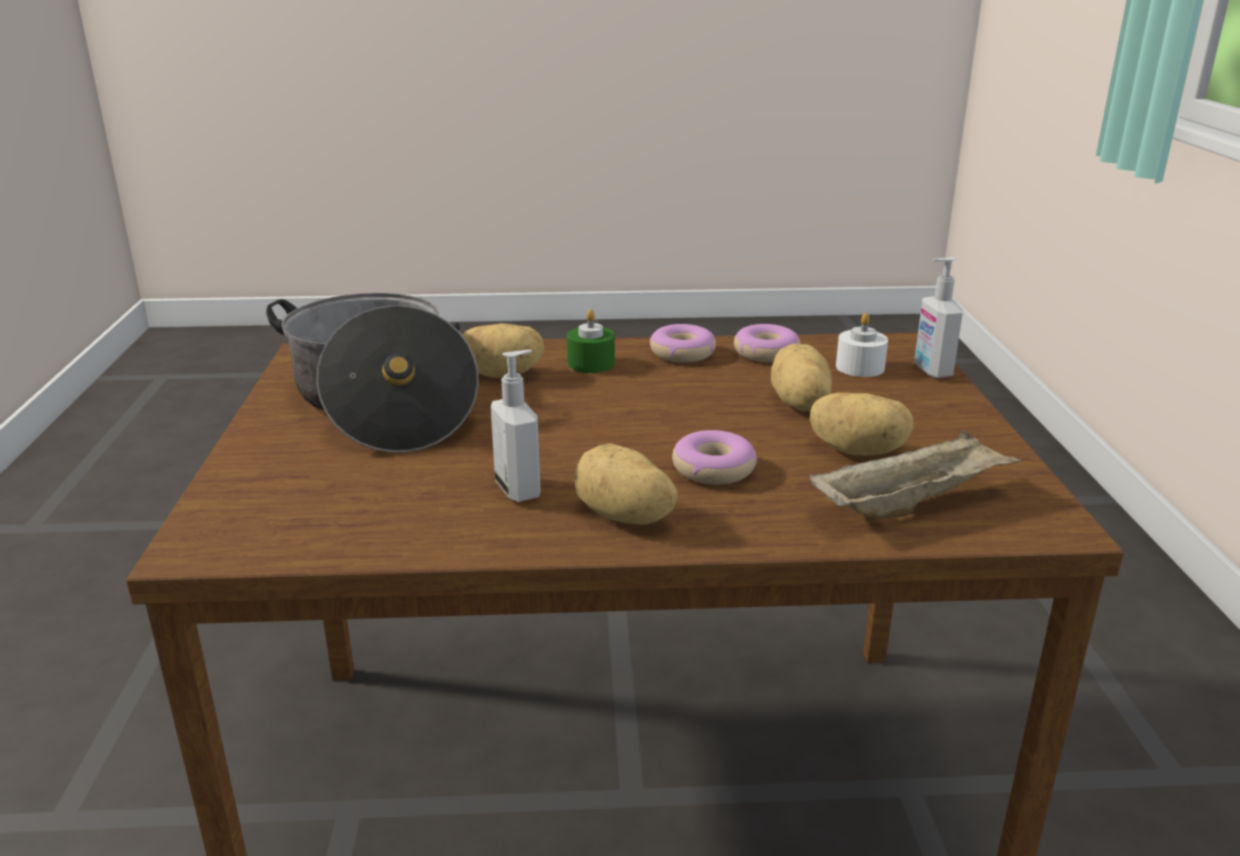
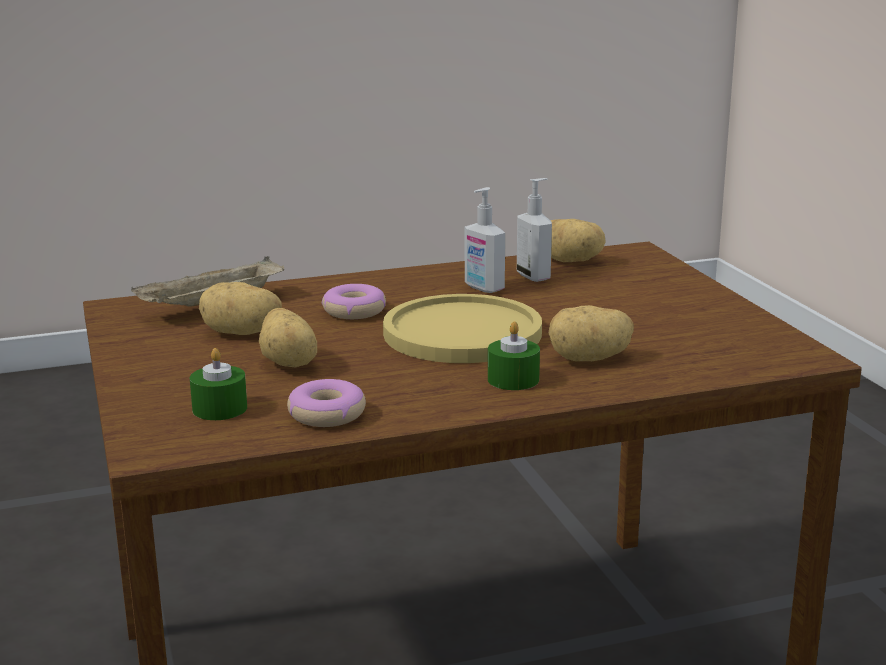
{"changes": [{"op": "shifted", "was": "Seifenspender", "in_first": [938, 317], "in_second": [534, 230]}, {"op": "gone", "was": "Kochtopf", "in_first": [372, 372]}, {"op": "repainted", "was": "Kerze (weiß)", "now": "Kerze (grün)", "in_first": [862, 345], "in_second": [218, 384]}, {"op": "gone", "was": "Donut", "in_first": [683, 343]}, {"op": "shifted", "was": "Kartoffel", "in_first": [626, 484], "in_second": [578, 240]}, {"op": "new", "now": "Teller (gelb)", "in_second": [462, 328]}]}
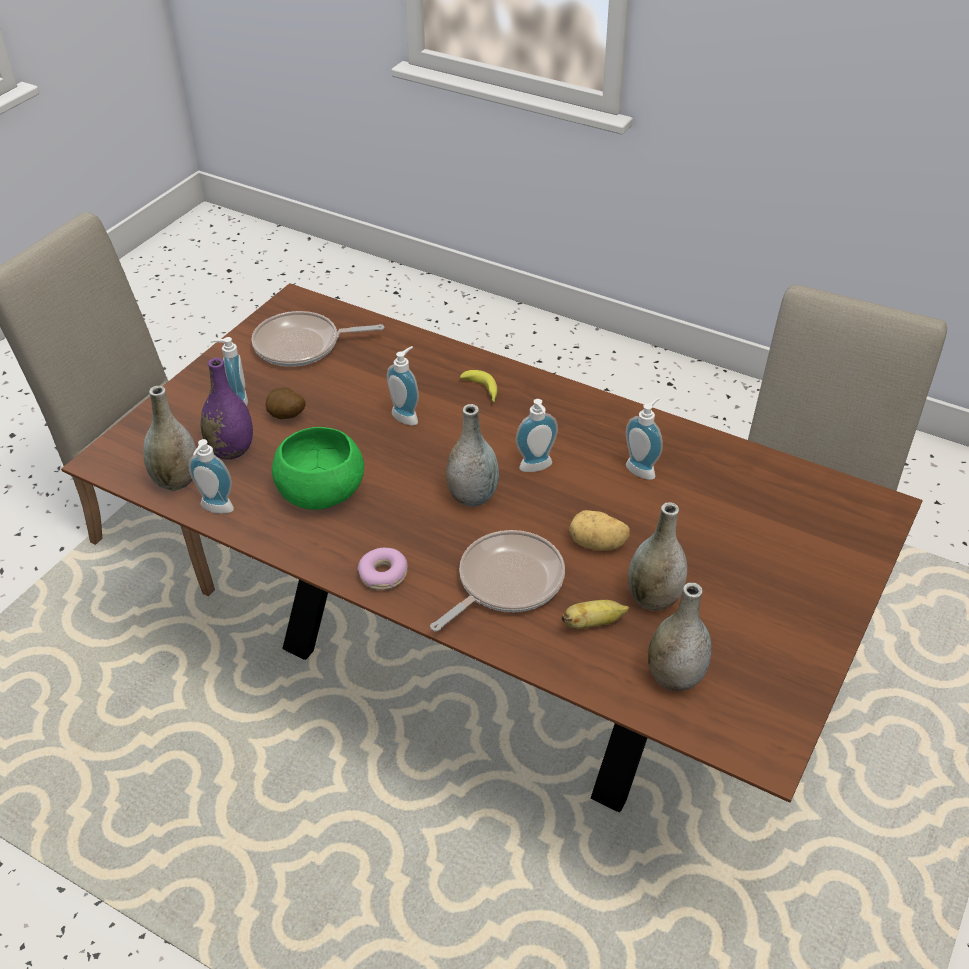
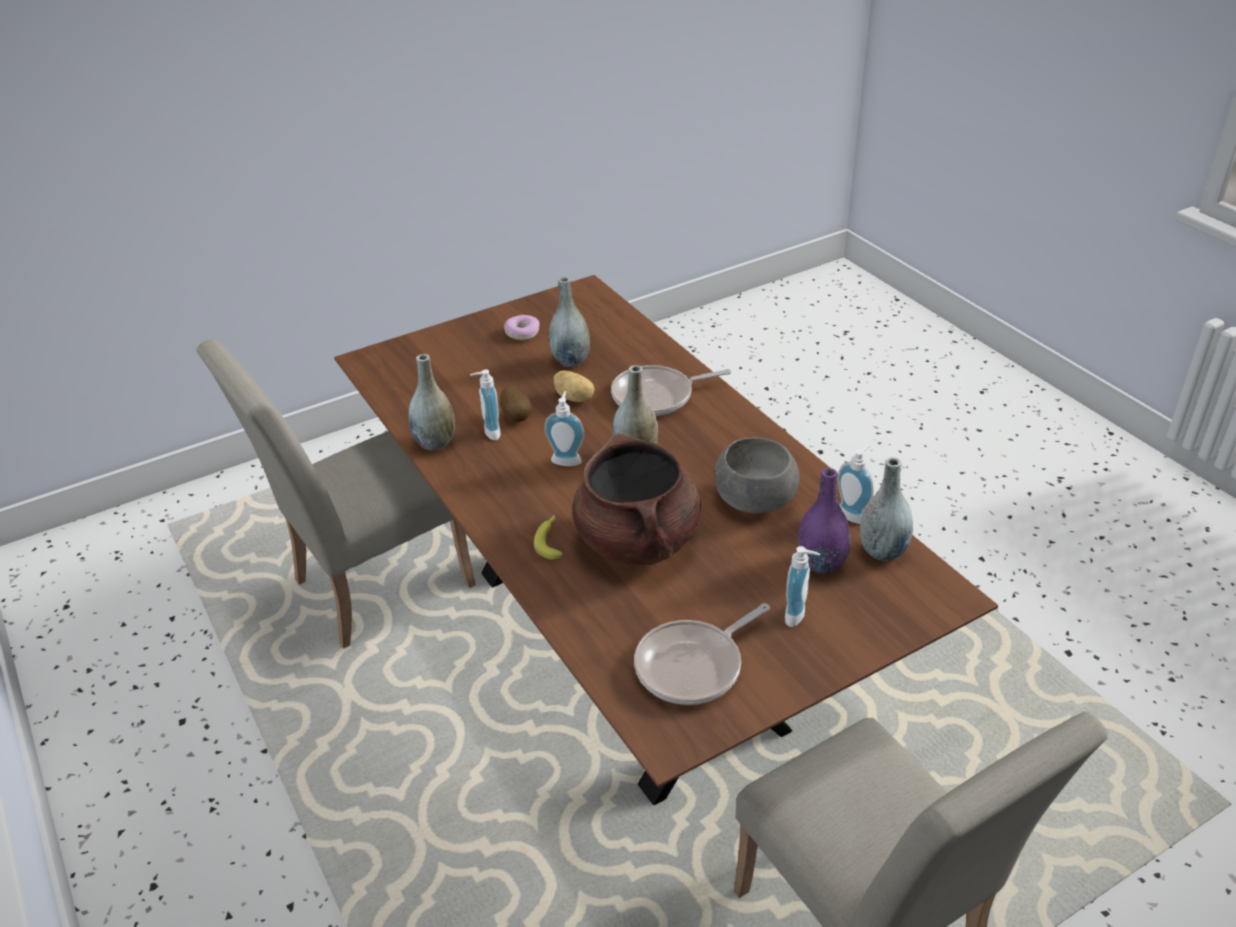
{"changes": [{"op": "rotated", "was": "Pfanne", "in_first": [318, 339], "in_second": [702, 654], "clockwise": 120}, {"op": "swapped", "was": "Seifenspender", "now": "Kochtopf (braun)", "in_first": [403, 385], "in_second": [636, 499]}, {"op": "shifted", "was": "Kartoffel", "in_first": [285, 403], "in_second": [516, 404]}, {"op": "repainted", "was": "Schüssel (grün)", "now": "Schüssel (grau)", "in_first": [318, 468], "in_second": [757, 475]}, {"op": "shifted", "was": "Donut", "in_first": [382, 569], "in_second": [522, 327]}, {"op": "shifted", "was": "Vase (grau)", "in_first": [679, 637], "in_second": [432, 402]}, {"op": "gone", "was": "Banane", "in_first": [595, 614]}]}
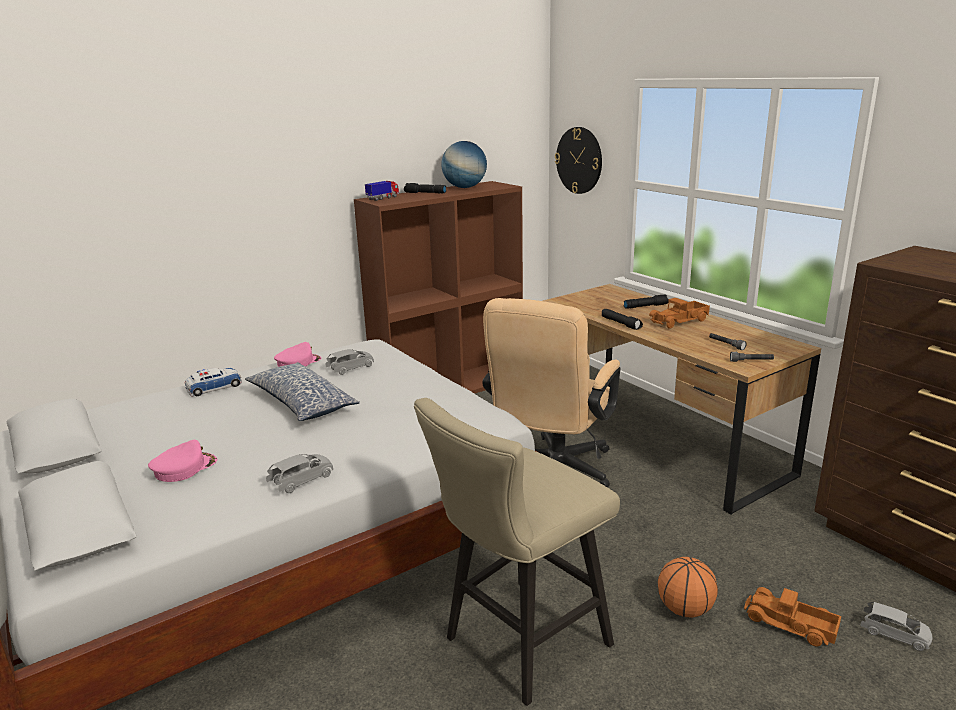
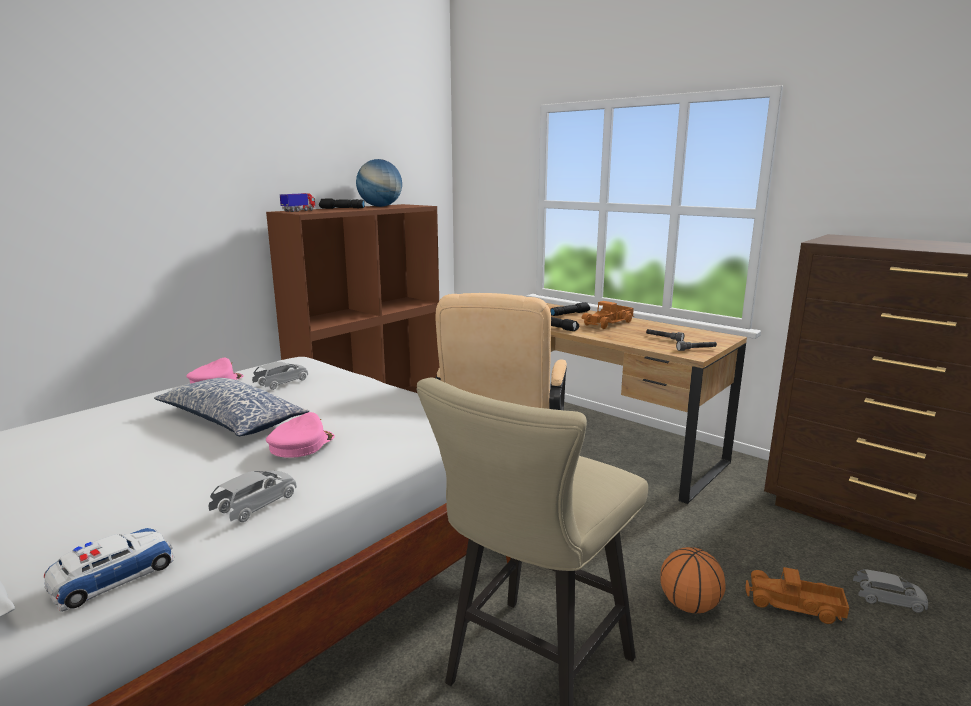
{"changes": [{"op": "gone", "was": "Wanduhr", "in_first": [578, 160]}, {"op": "shifted", "was": "Spielzeugauto", "in_first": [213, 382], "in_second": [109, 570]}, {"op": "shifted", "was": "Kappe (rosa)", "in_first": [182, 461], "in_second": [300, 435]}]}
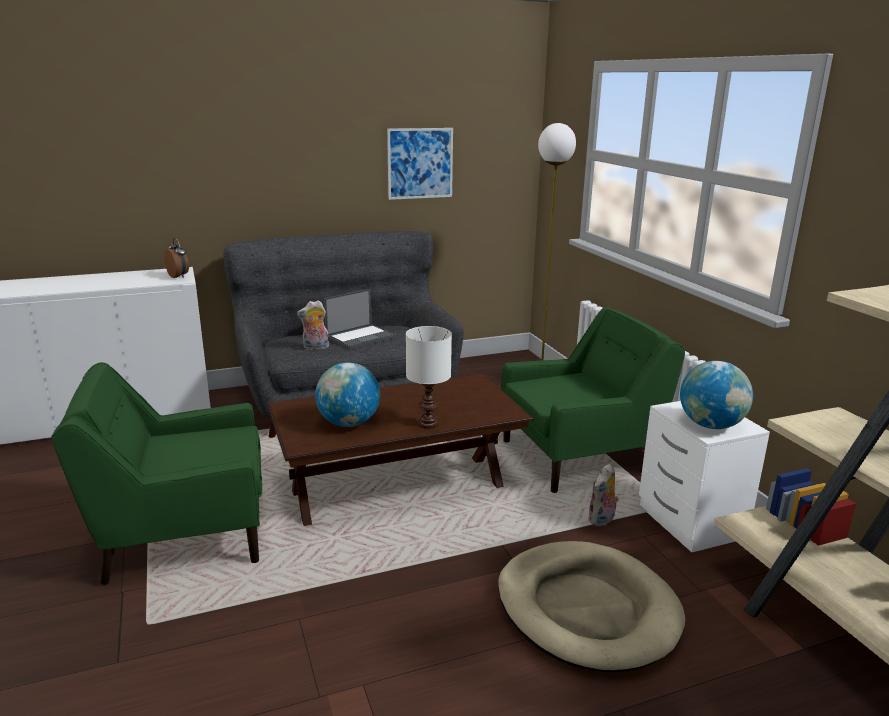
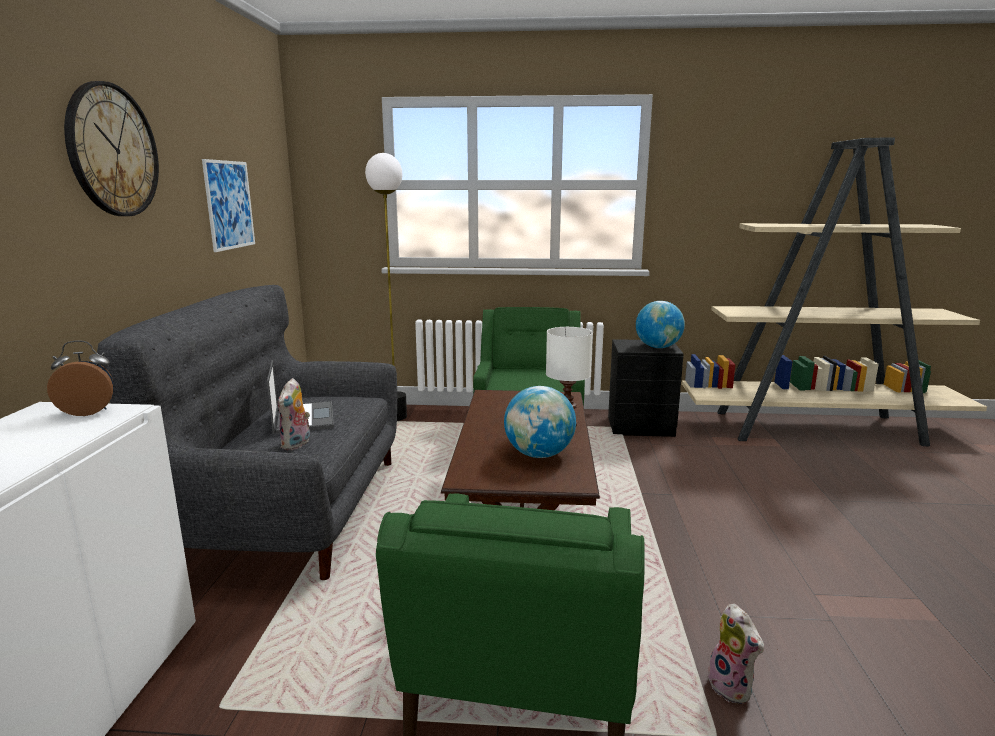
{"changes": [{"op": "repainted", "was": "Nachttisch (weiß)", "now": "Nachttisch (schwarz)", "in_first": [704, 476], "in_second": [646, 388]}, {"op": "shifted", "was": "Plüschtier", "in_first": [604, 495], "in_second": [736, 654]}, {"op": "gone", "was": "Hundebett (beige)", "in_first": [592, 606]}, {"op": "new", "now": "Wanduhr", "in_second": [111, 148]}]}
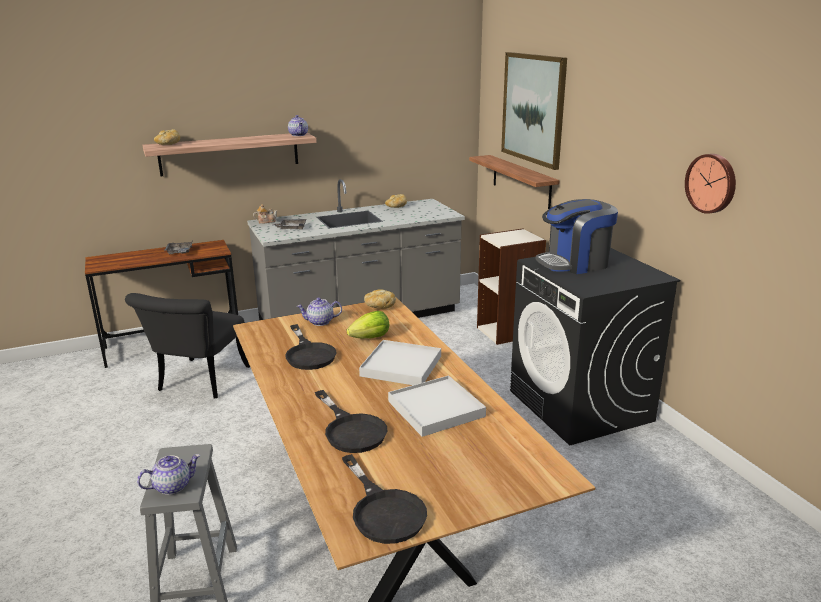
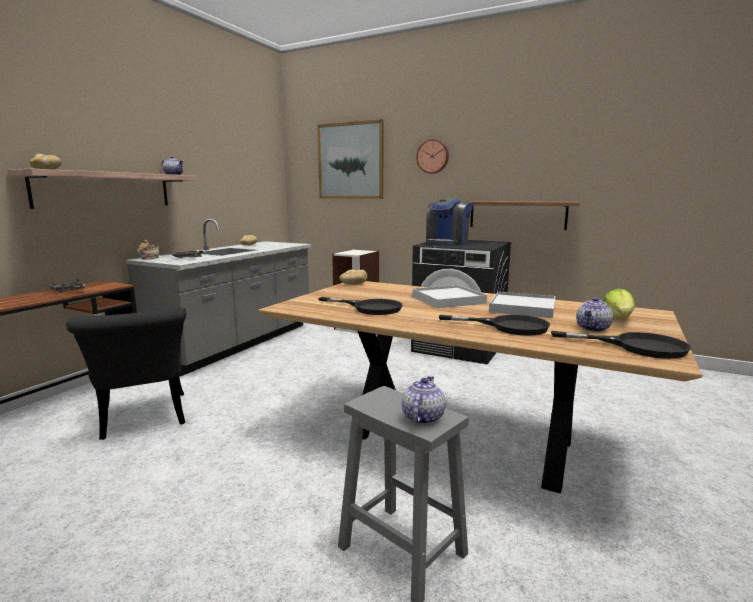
{"changes": [{"op": "shifted", "was": "Wanduhr", "in_first": [710, 184], "in_second": [432, 156]}, {"op": "shifted", "was": "Wandregal", "in_first": [514, 182], "in_second": [525, 215]}, {"op": "shifted", "was": "Teekanne", "in_first": [319, 312], "in_second": [594, 314]}, {"op": "shifted", "was": "Salatkopf", "in_first": [368, 324], "in_second": [619, 303]}]}
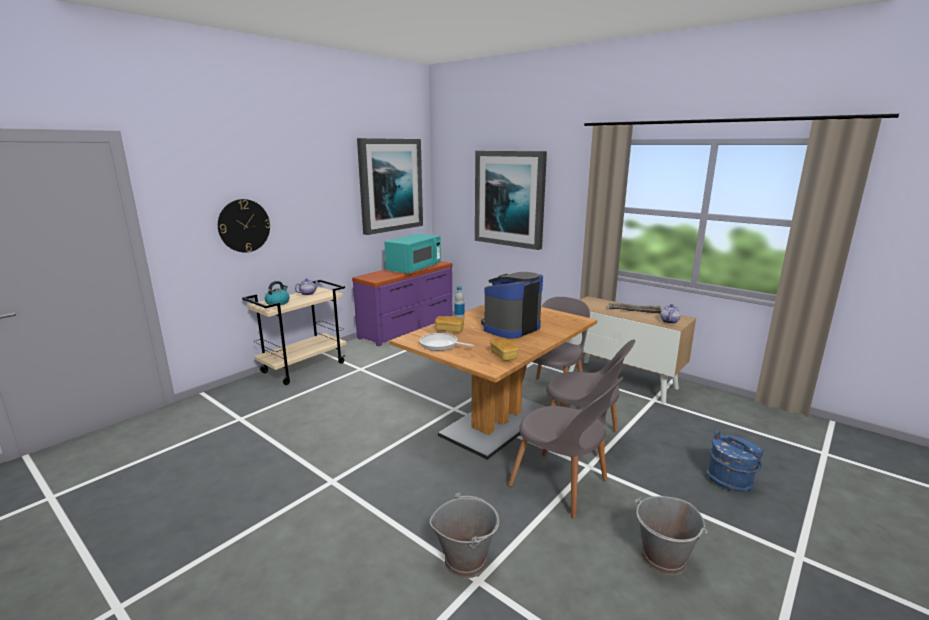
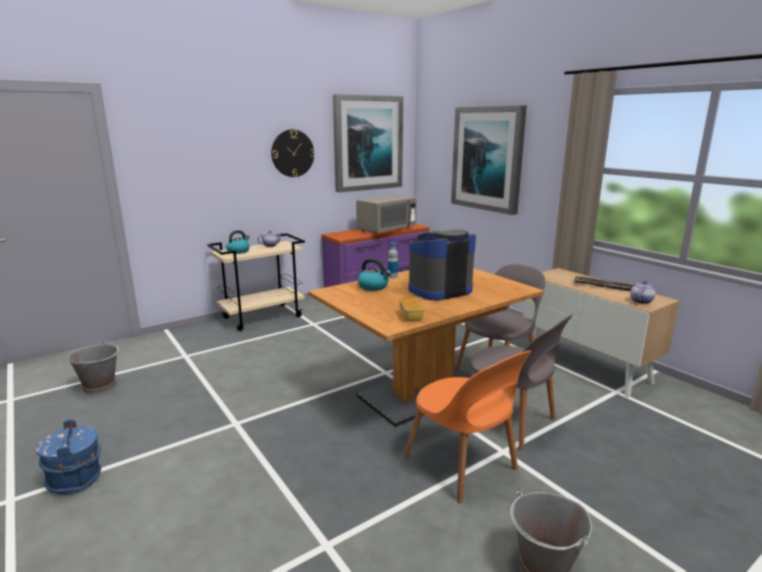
{"changes": [{"op": "shifted", "was": "Wanduhr", "in_first": [244, 226], "in_second": [293, 153]}, {"op": "repainted", "was": "Mikrowelle (türkis)", "now": "Mikrowelle (grau)", "in_first": [412, 254], "in_second": [386, 214]}, {"op": "swapped", "was": "Brot", "now": "Wasserkessel", "in_first": [449, 324], "in_second": [374, 274]}, {"op": "gone", "was": "Pfanne", "in_first": [447, 342]}, {"op": "repainted", "was": "Stuhl (grau)", "now": "Stuhl (orange)", "in_first": [565, 448], "in_second": [467, 426]}, {"op": "shifted", "was": "Eimer (blau)", "in_first": [735, 461], "in_second": [68, 457]}, {"op": "shifted", "was": "Eimer (grau)", "in_first": [464, 535], "in_second": [93, 367]}]}
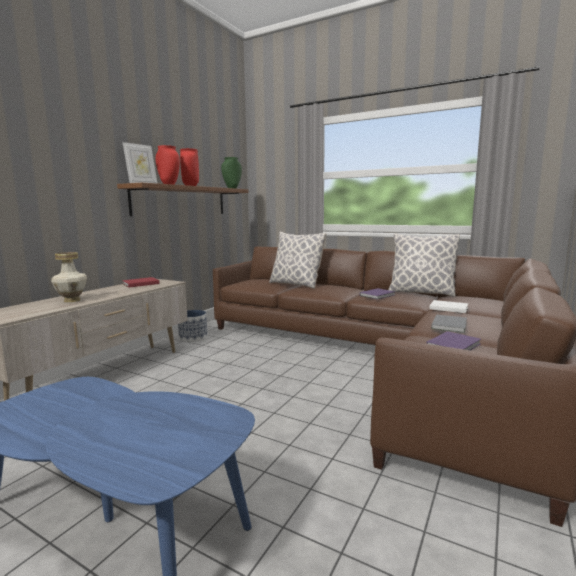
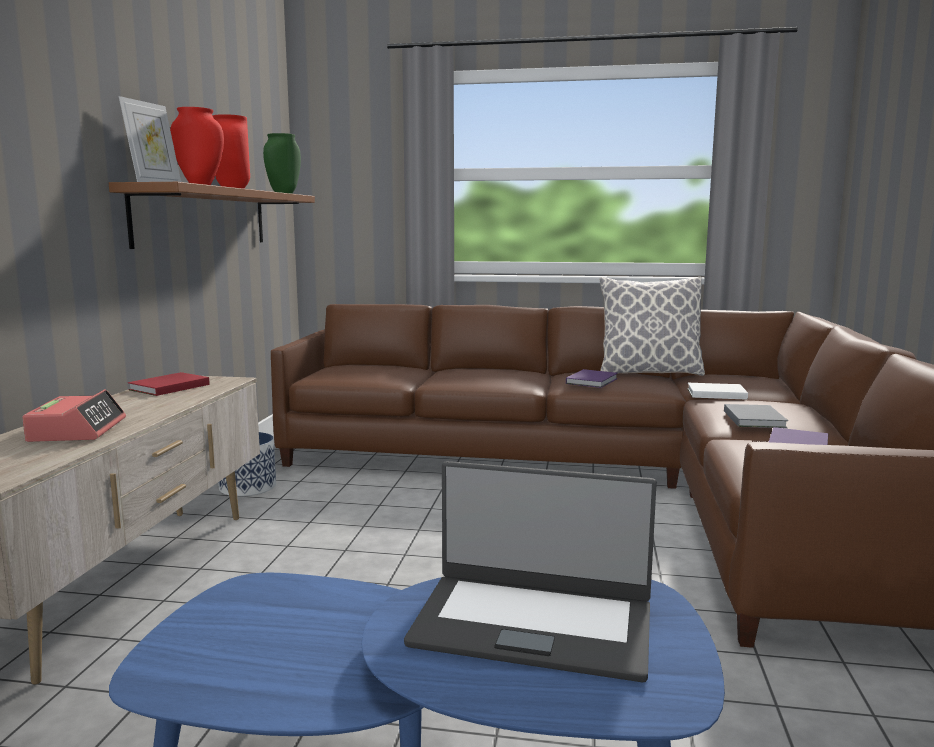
{"changes": [{"op": "gone", "was": "Kissen", "in_first": [297, 260]}, {"op": "swapped", "was": "Vase", "now": "Wecker", "in_first": [69, 277], "in_second": [74, 415]}, {"op": "new", "now": "Laptop", "in_second": [530, 571]}]}
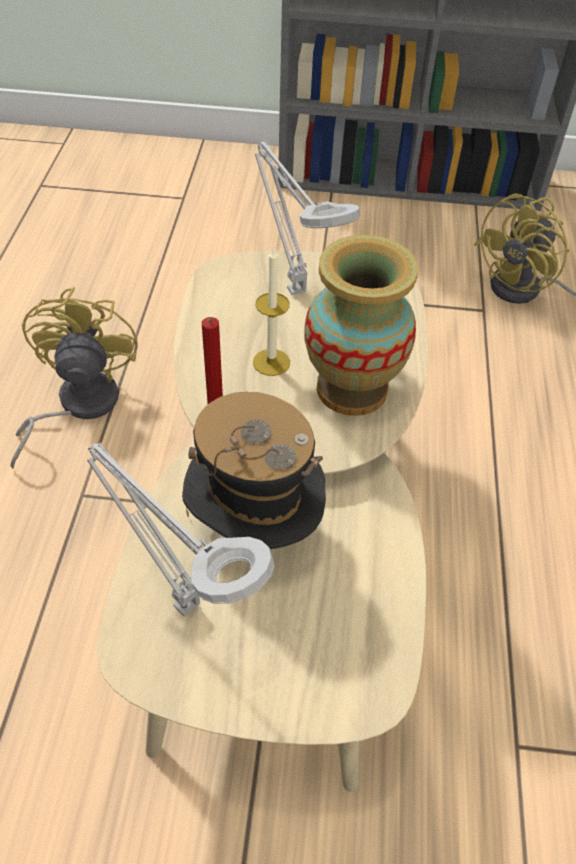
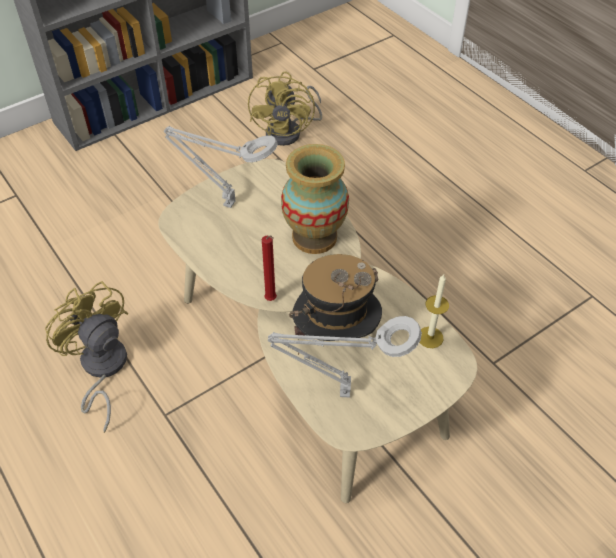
{"changes": [{"op": "shifted", "was": "Kerze", "in_first": [271, 311], "in_second": [434, 311]}]}
